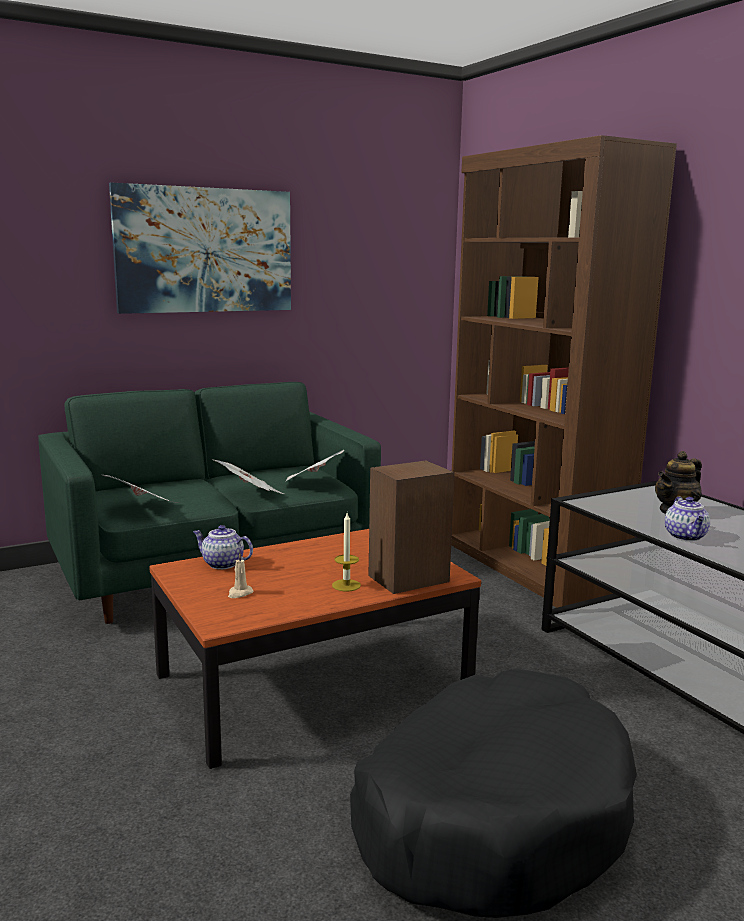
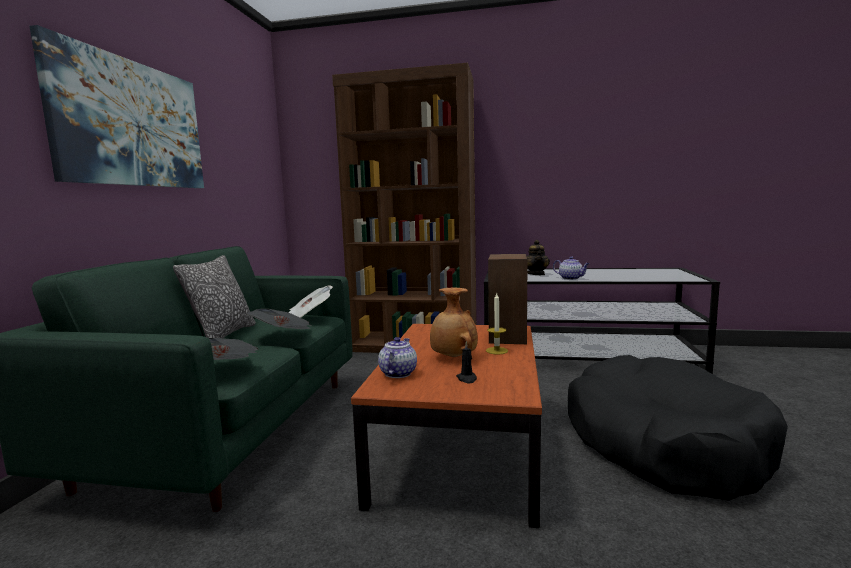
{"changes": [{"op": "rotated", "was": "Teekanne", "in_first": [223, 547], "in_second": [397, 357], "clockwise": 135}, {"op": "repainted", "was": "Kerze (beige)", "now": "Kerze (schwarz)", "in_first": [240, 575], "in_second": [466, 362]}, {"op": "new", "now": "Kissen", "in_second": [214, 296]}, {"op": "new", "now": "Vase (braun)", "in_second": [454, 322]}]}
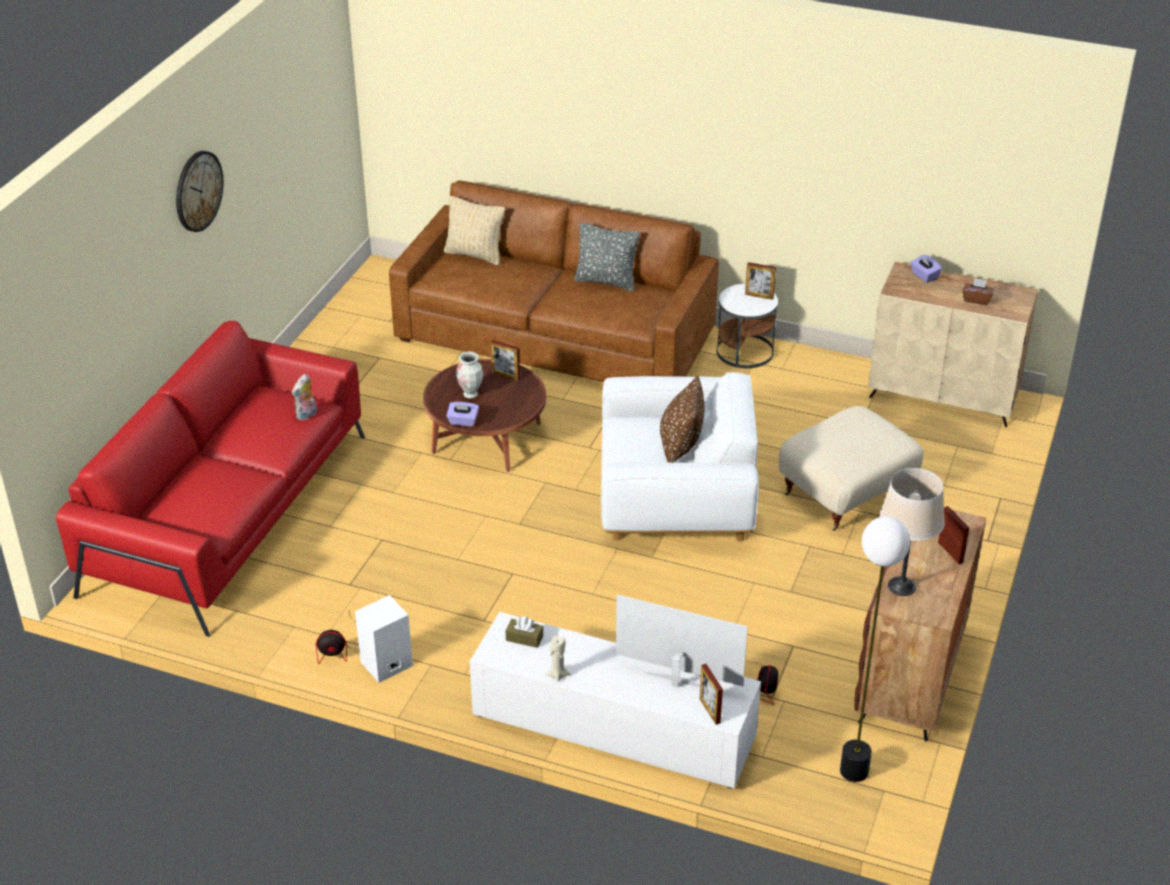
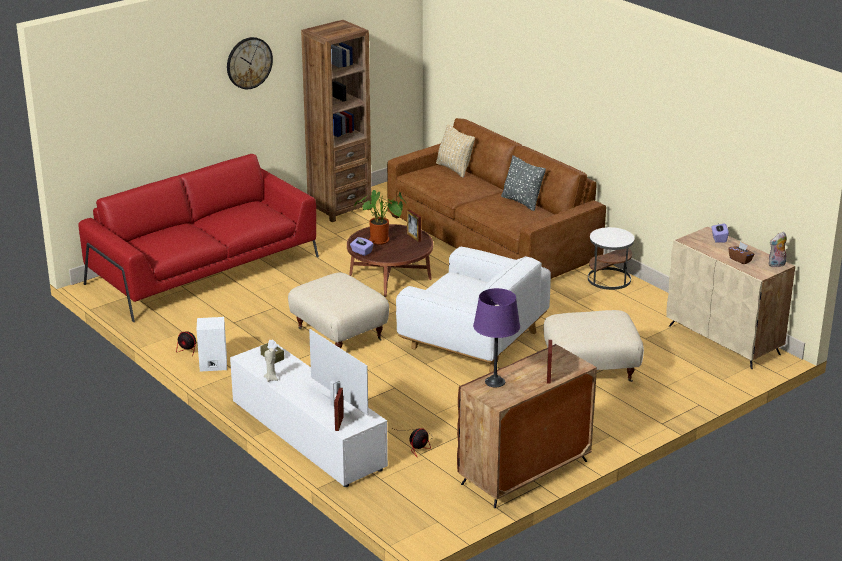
{"changes": [{"op": "gone", "was": "Bilderrahmen", "in_first": [760, 281]}, {"op": "swapped", "was": "Vase", "now": "Topfpflanze", "in_first": [469, 375], "in_second": [380, 217]}, {"op": "shifted", "was": "Plüschtier", "in_first": [304, 397], "in_second": [778, 249]}, {"op": "gone", "was": "Kissen (braun)", "in_first": [682, 419]}, {"op": "repainted", "was": "Tischlampe (beige)", "now": "Tischlampe (lila)", "in_first": [912, 532], "in_second": [496, 337]}, {"op": "gone", "was": "Stehlampe", "in_first": [875, 649]}, {"op": "new", "now": "Bücherregal (braun)", "in_second": [336, 121]}, {"op": "new", "now": "Polsterhocker (beige)", "in_second": [338, 310]}]}
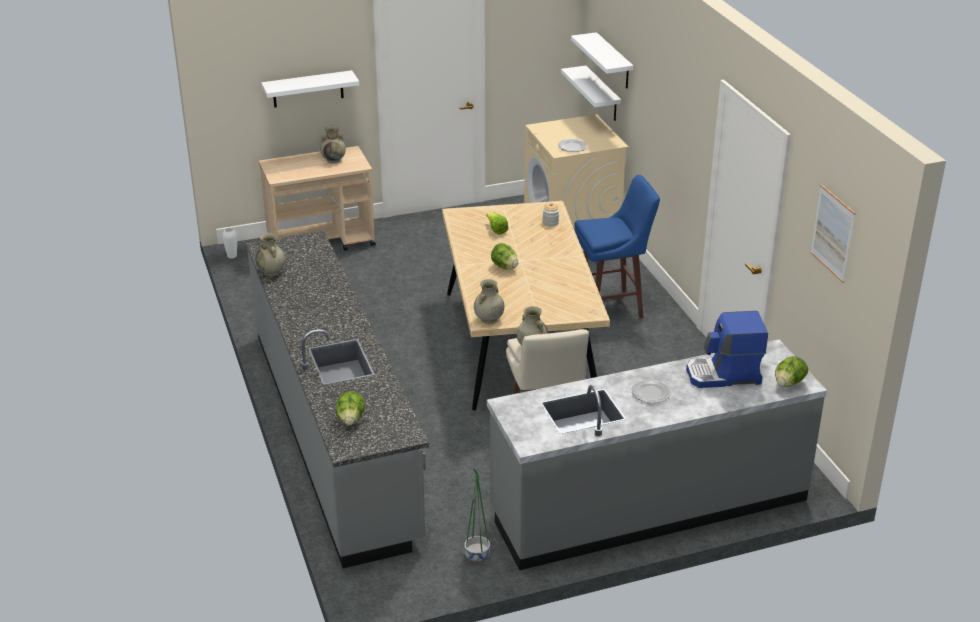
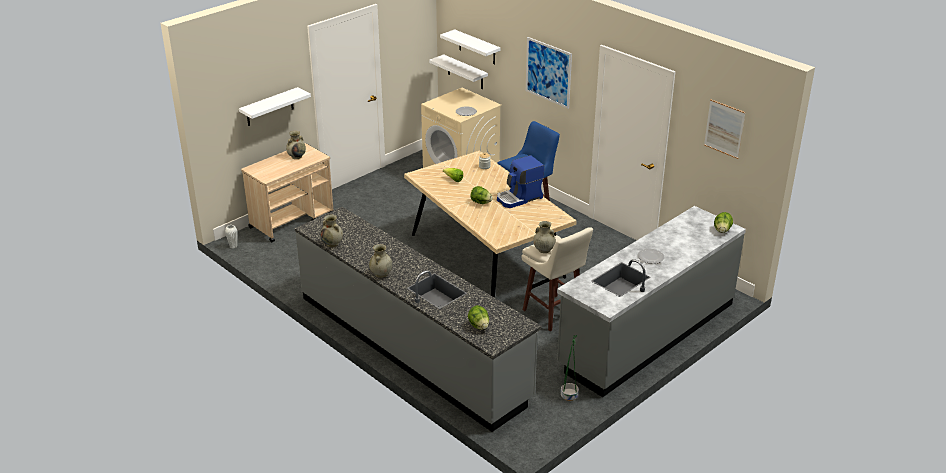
{"changes": [{"op": "shifted", "was": "Vase (beige)", "in_first": [489, 301], "in_second": [380, 261]}, {"op": "shifted", "was": "Kaffeemaschine", "in_first": [727, 349], "in_second": [520, 181]}, {"op": "new", "now": "Bild", "in_second": [549, 73]}]}
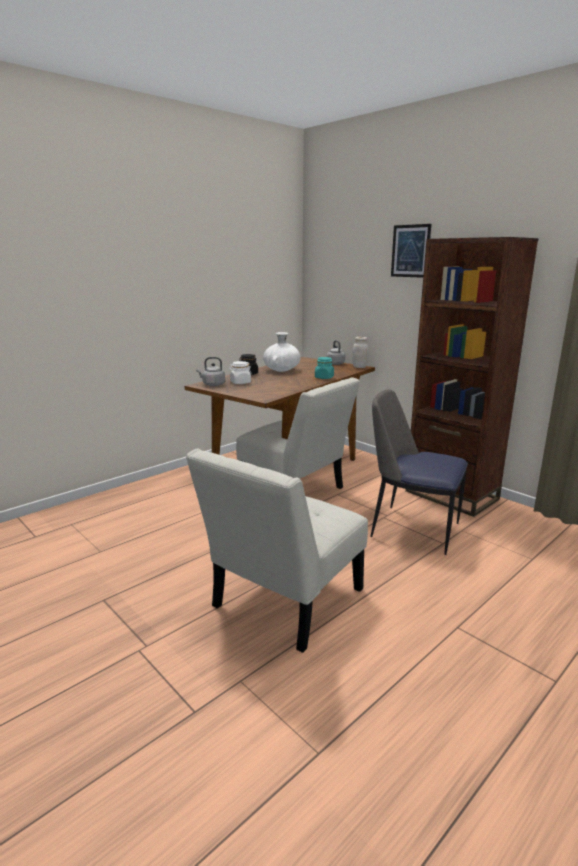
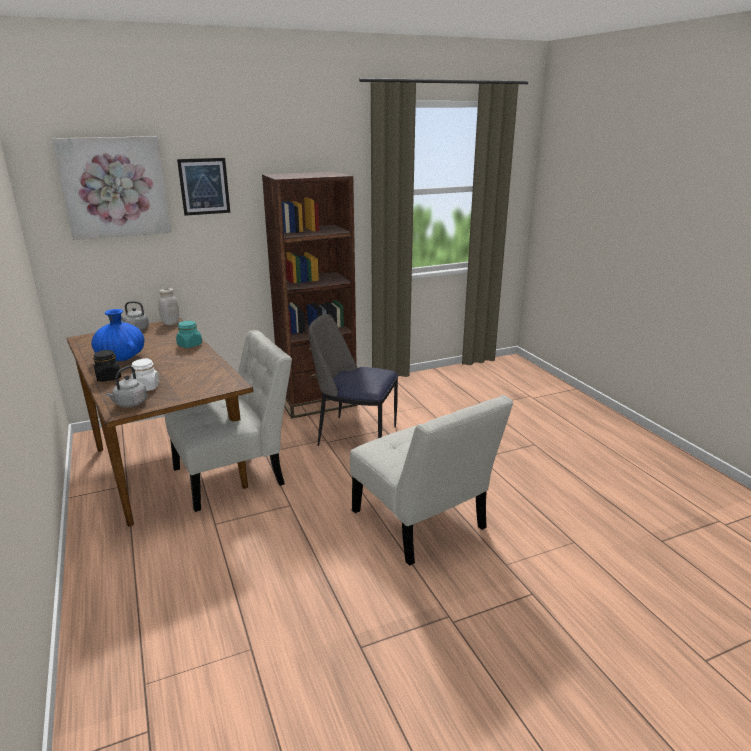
{"changes": [{"op": "repainted", "was": "Vase (weiß)", "now": "Vase (blau)", "in_first": [281, 352], "in_second": [117, 335]}, {"op": "rotated", "was": "Stuhl", "in_first": [419, 472], "in_second": [353, 380], "clockwise": 60}, {"op": "new", "now": "Bild", "in_second": [111, 188]}]}
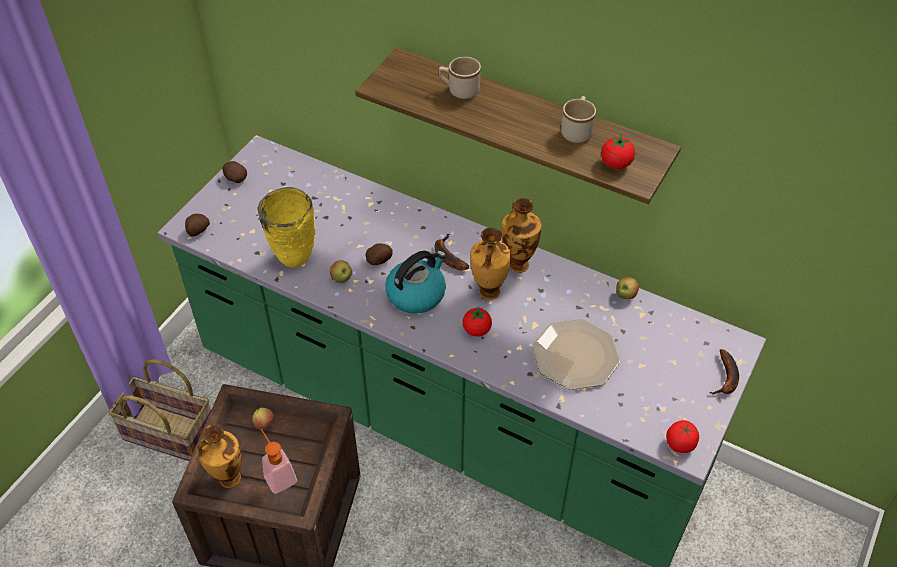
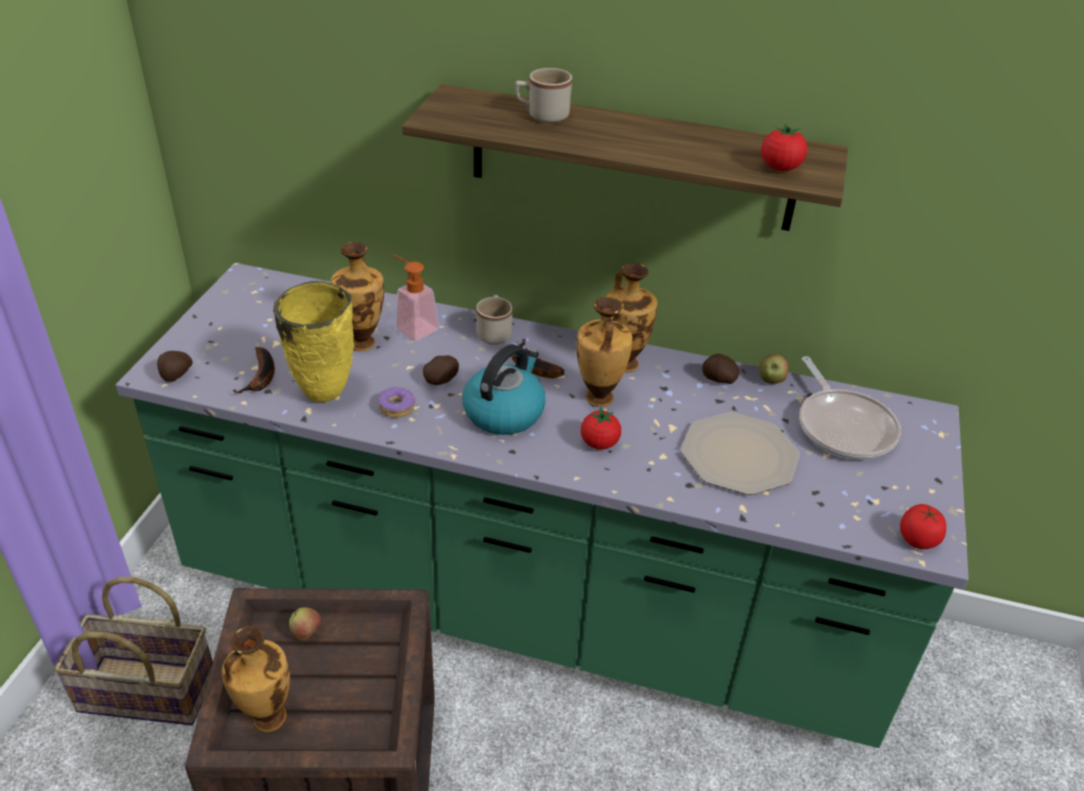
{"changes": [{"op": "shifted", "was": "Henkelbecher (beige)", "in_first": [578, 119], "in_second": [494, 320]}, {"op": "shifted", "was": "Kartoffel", "in_first": [235, 172], "in_second": [720, 369]}, {"op": "swapped", "was": "Apfel", "now": "Donut", "in_first": [341, 271], "in_second": [396, 402]}, {"op": "shifted", "was": "Banane", "in_first": [724, 372], "in_second": [254, 370]}, {"op": "shifted", "was": "Seifenspender", "in_first": [279, 461], "in_second": [416, 297]}, {"op": "new", "now": "Vase", "in_second": [357, 296]}, {"op": "new", "now": "Pfanne", "in_second": [850, 408]}]}
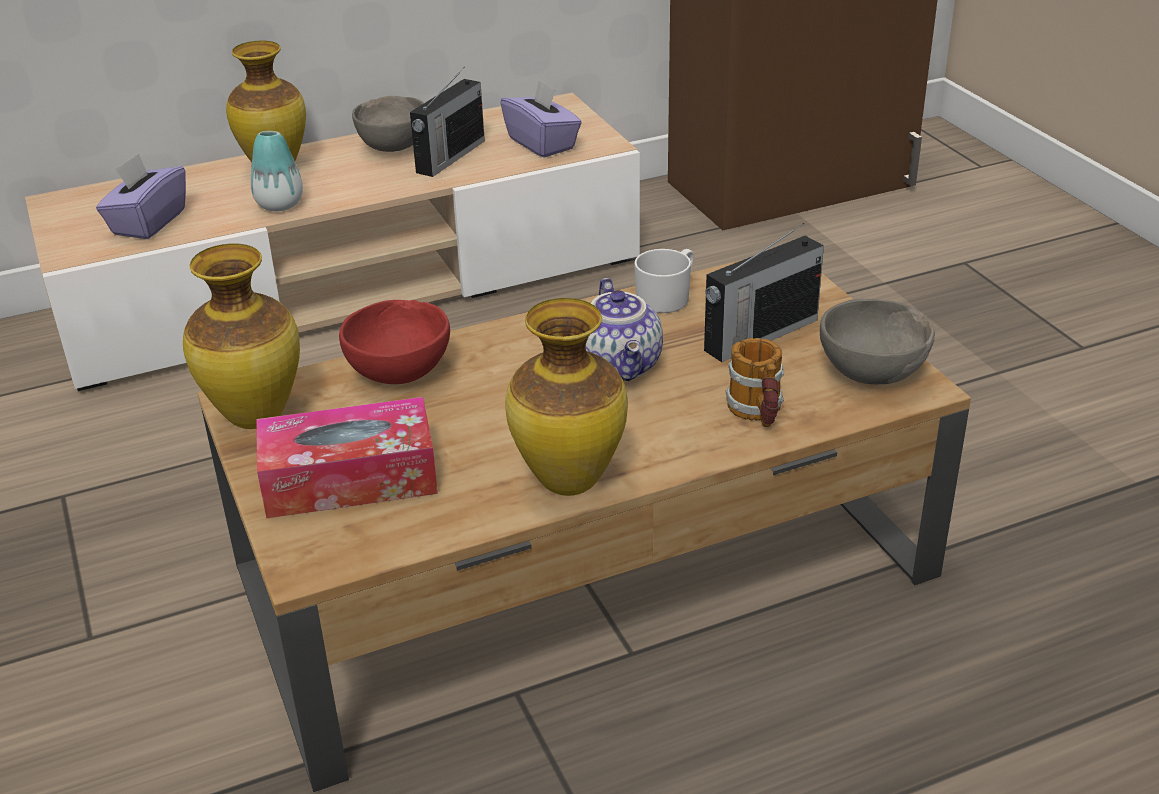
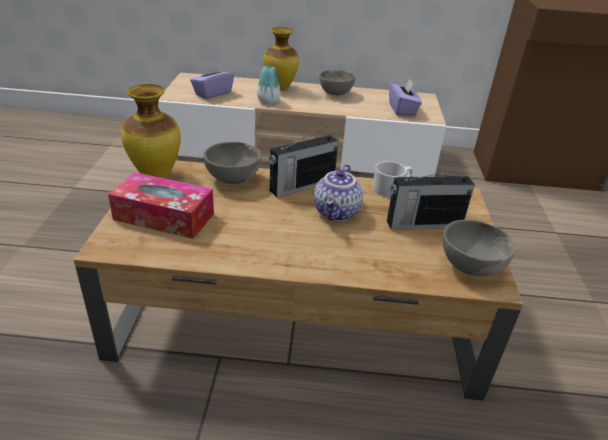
{"changes": [{"op": "shifted", "was": "Radio", "in_first": [447, 122], "in_second": [304, 162]}, {"op": "gone", "was": "Vase", "in_first": [566, 397]}, {"op": "repainted", "was": "Schüssel (rot)", "now": "Schüssel (grau)", "in_first": [394, 342], "in_second": [232, 163]}, {"op": "gone", "was": "Henkelbecher", "in_first": [754, 382]}]}
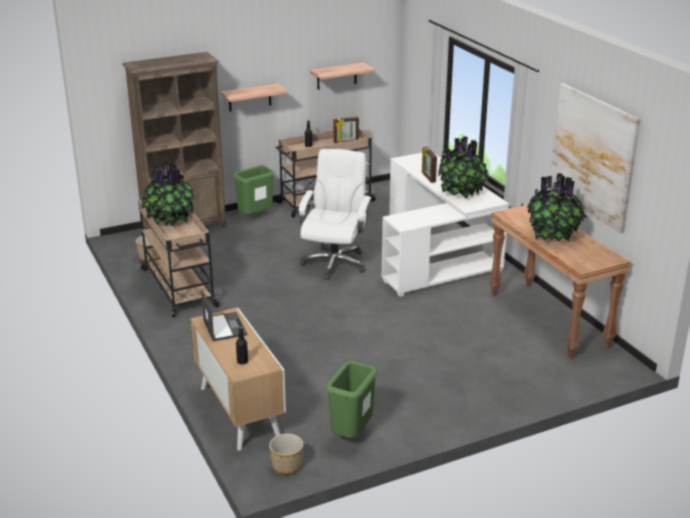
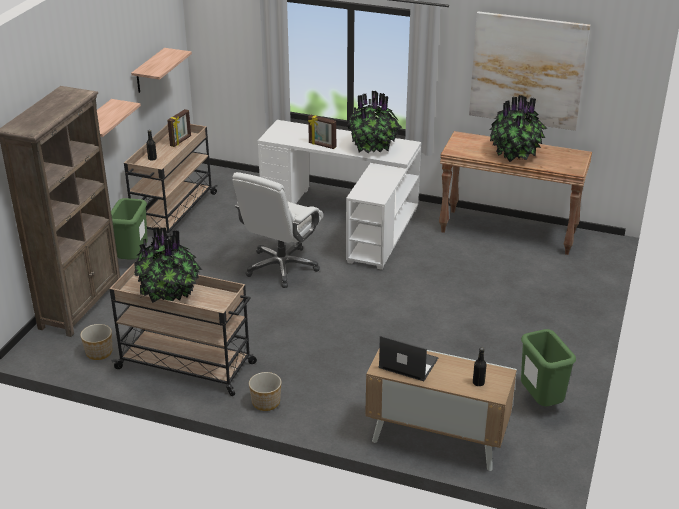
{"changes": [{"op": "rotated", "was": "Bürostuhl (weiß)", "in_first": [335, 214], "in_second": [278, 230], "clockwise": -120}, {"op": "shifted", "was": "Pflanzkübel", "in_first": [286, 454], "in_second": [265, 391]}]}
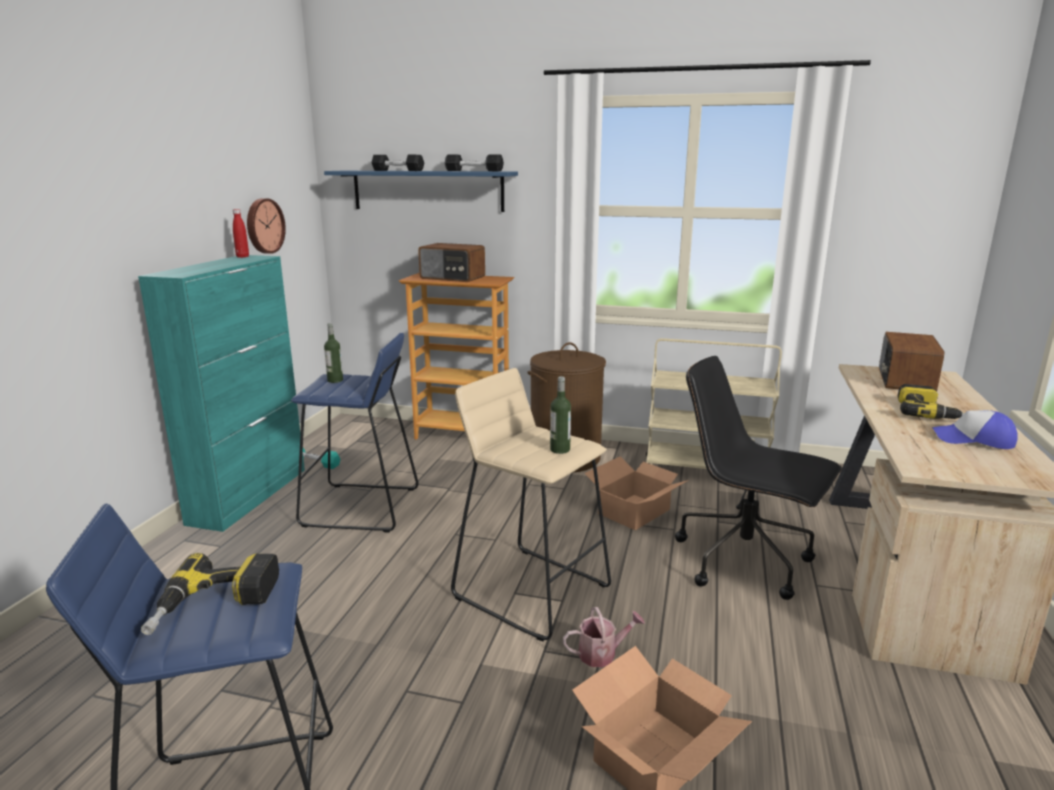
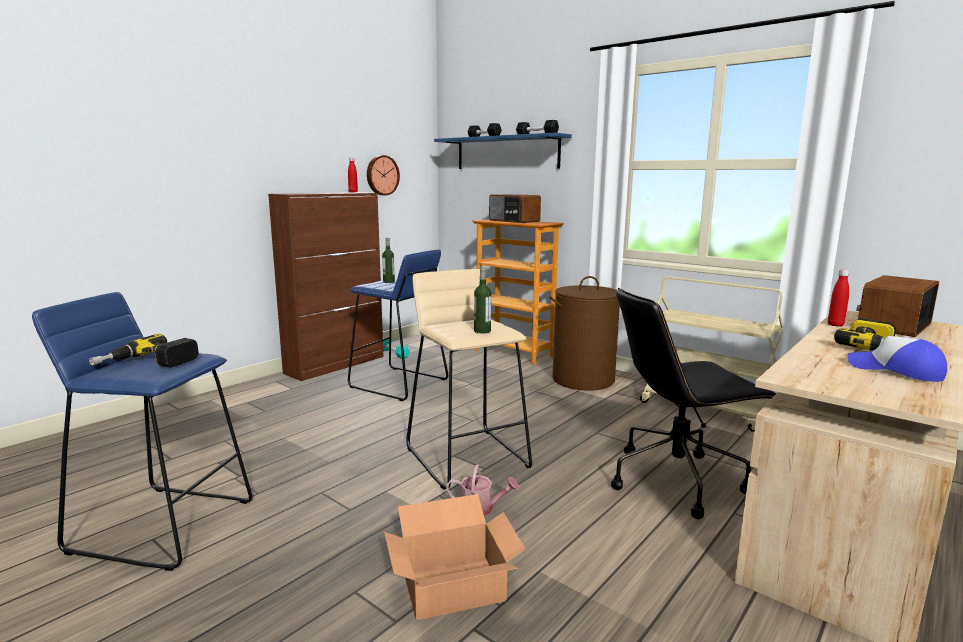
{"changes": [{"op": "repainted", "was": "Schrank (türkis)", "now": "Schrank (braun)", "in_first": [221, 393], "in_second": [326, 286]}, {"op": "rotated", "was": "Bürostuhl (schwarz)", "in_first": [758, 478], "in_second": [693, 403], "clockwise": -75}, {"op": "gone", "was": "Karton", "in_first": [637, 493]}, {"op": "new", "now": "Flasche (rot)", "in_second": [839, 298]}]}
